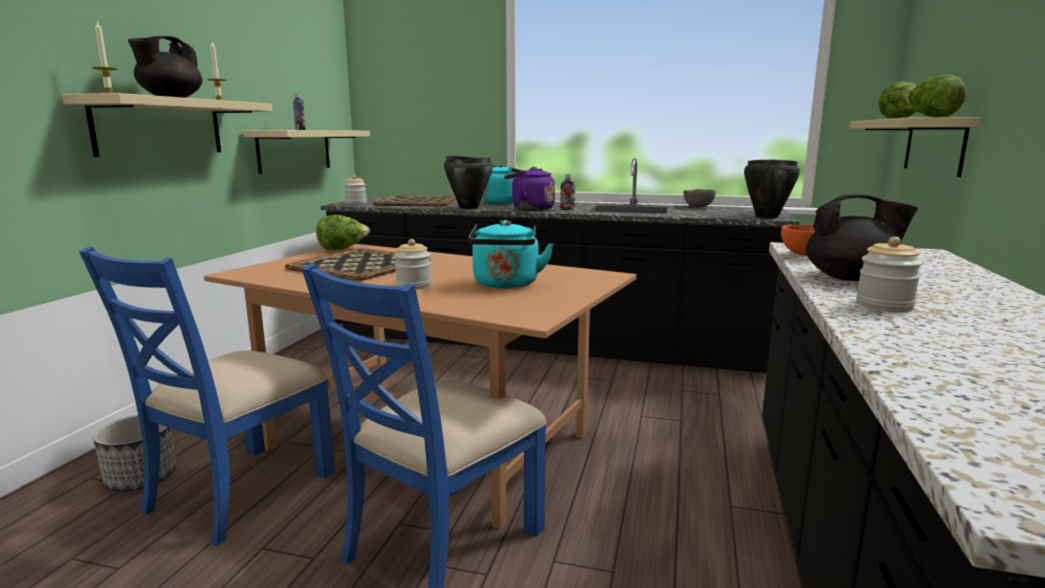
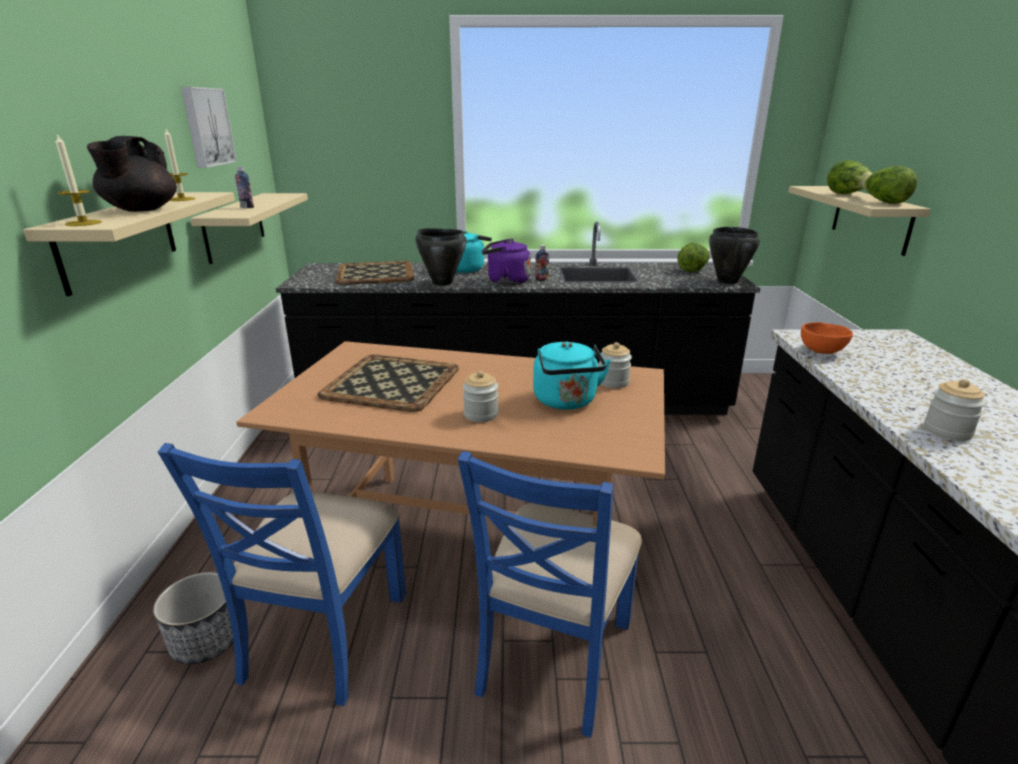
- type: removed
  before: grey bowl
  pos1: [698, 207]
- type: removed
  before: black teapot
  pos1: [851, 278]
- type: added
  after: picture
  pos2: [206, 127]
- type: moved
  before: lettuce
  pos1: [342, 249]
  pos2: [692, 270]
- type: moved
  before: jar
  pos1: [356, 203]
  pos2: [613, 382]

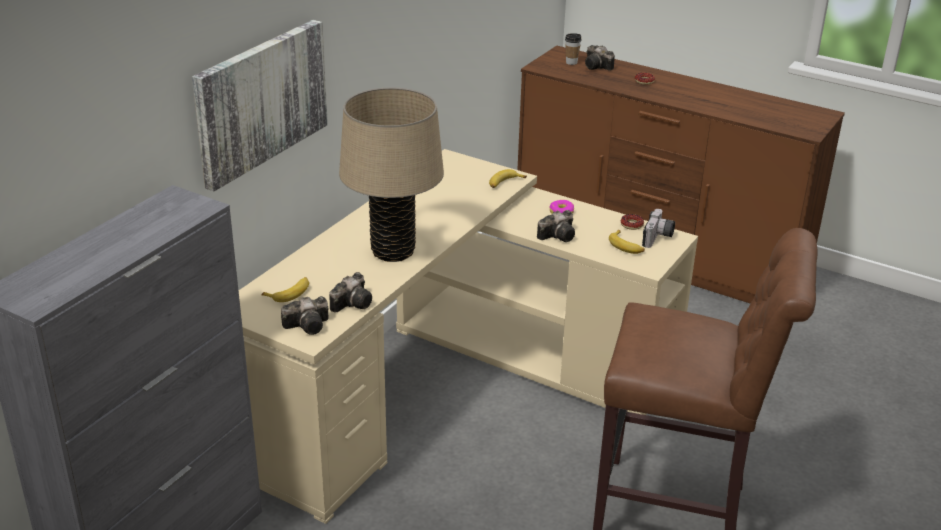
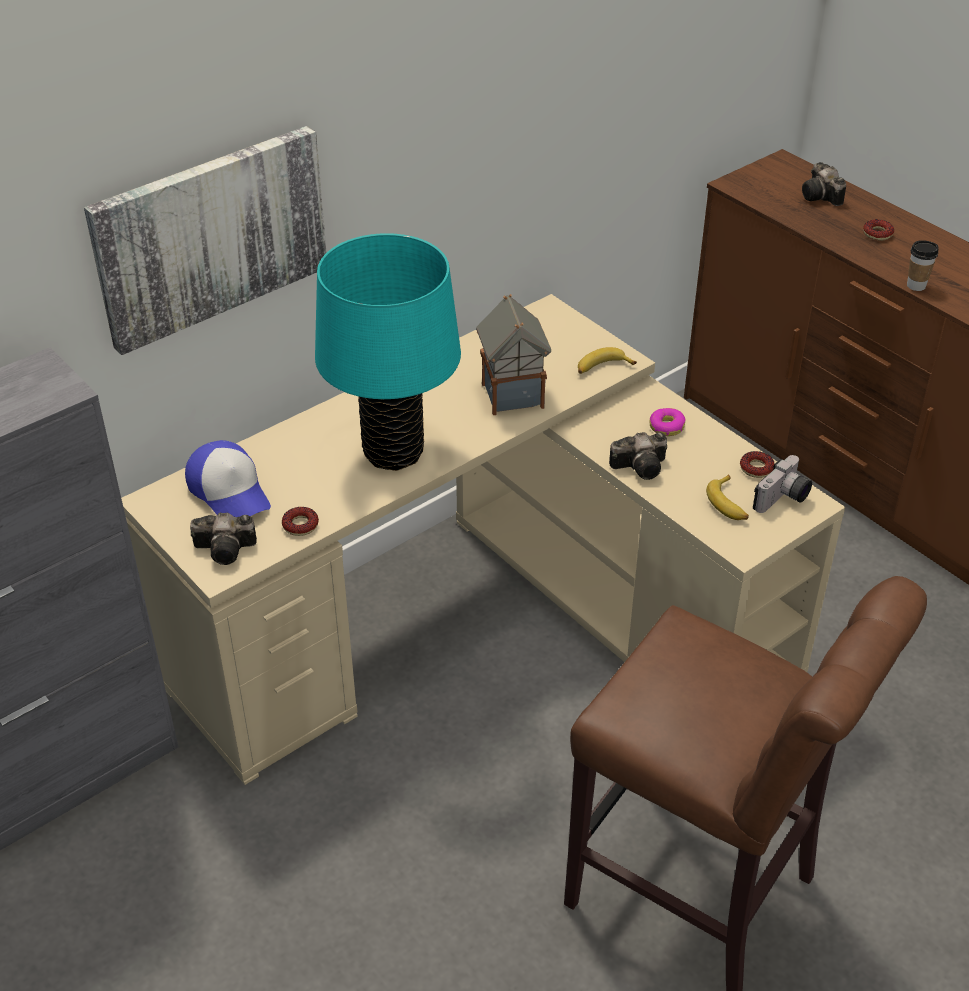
- type: added
  after: toy house
  pos2: [512, 394]
- type: moved
  before: cup
  pos1: [571, 62]
  pos2: [916, 286]
- type: replaced
  before: banana
  after: cap
  pos1: [289, 293]
  pos2: [230, 492]
- type: replaced
  before: photo camera
  after: donut
  pos1: [353, 303]
  pos2: [300, 525]
- type: recoloured
  before: beige table lamp
  after: turquoise table lamp
  pos1: [393, 252]
  pos2: [393, 453]

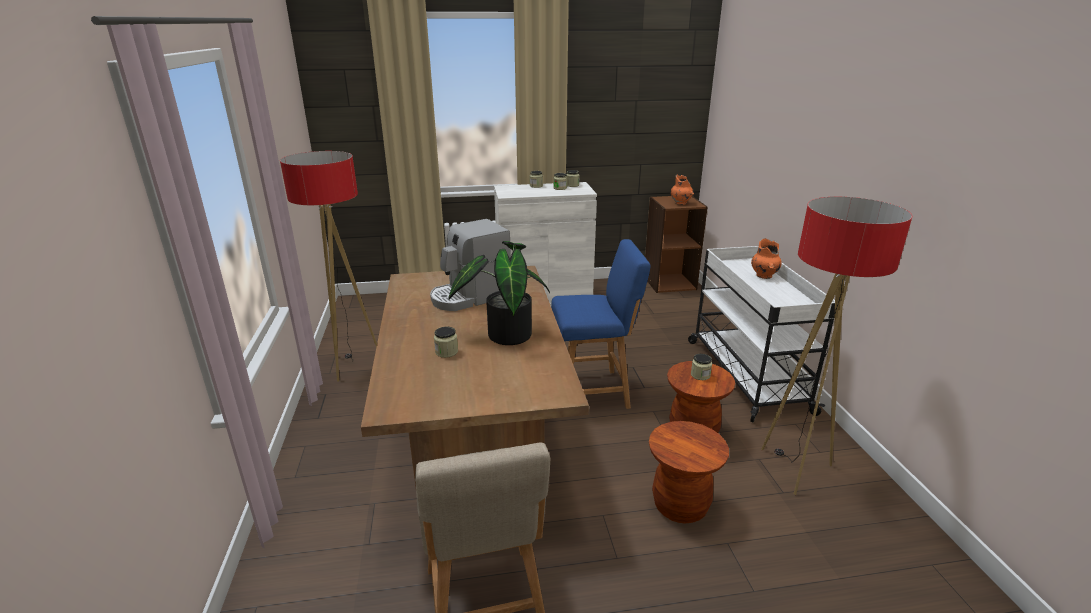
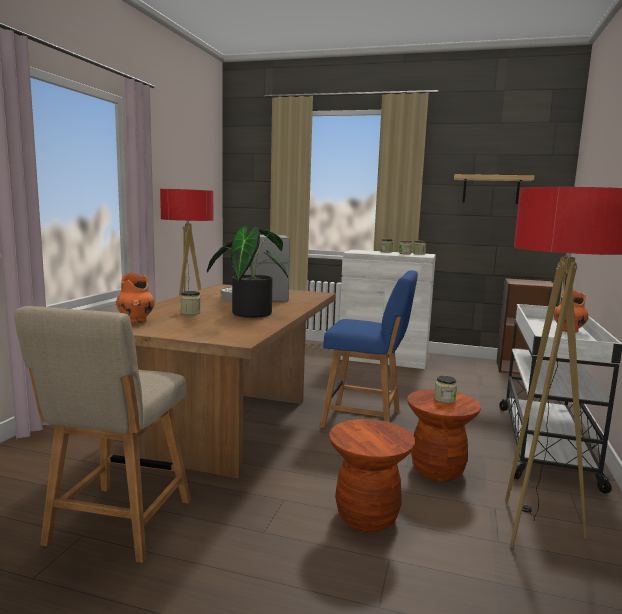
- type: added
  after: shelf
  pos2: [490, 189]
- type: moved
  before: orange vase
  pos1: [681, 203]
  pos2: [136, 321]

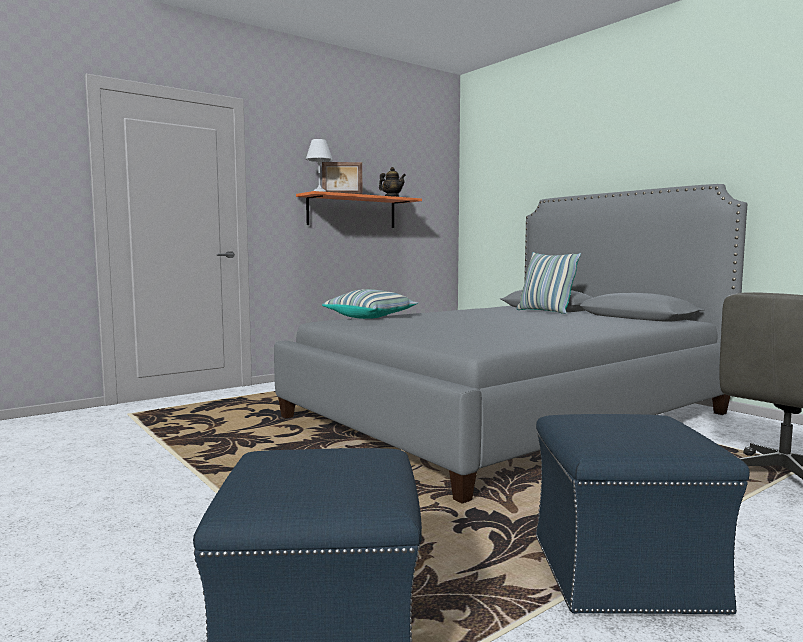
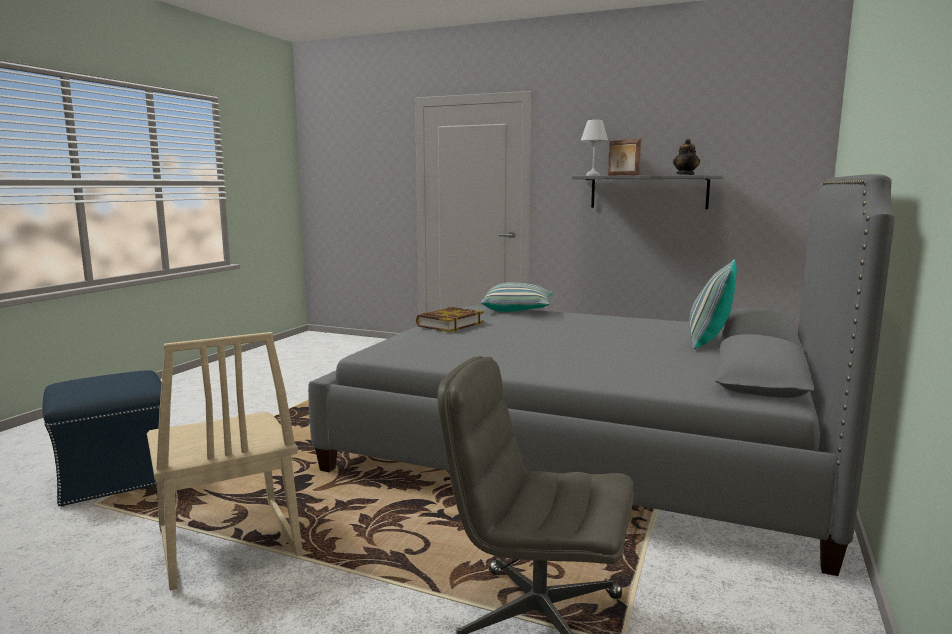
- type: added
  after: book
  pos2: [450, 324]
- type: replaced
  before: blue ottoman
  after: beige chair
  pos1: [624, 573]
  pos2: [226, 544]
- type: recoloured
  before: orange shelf
  after: grey shelf
  pos1: [352, 212]
  pos2: [648, 192]

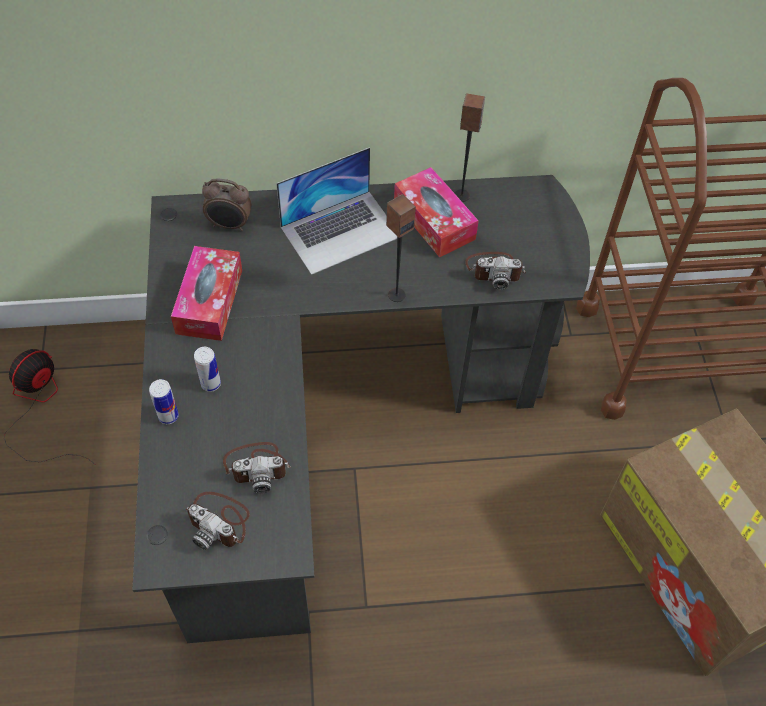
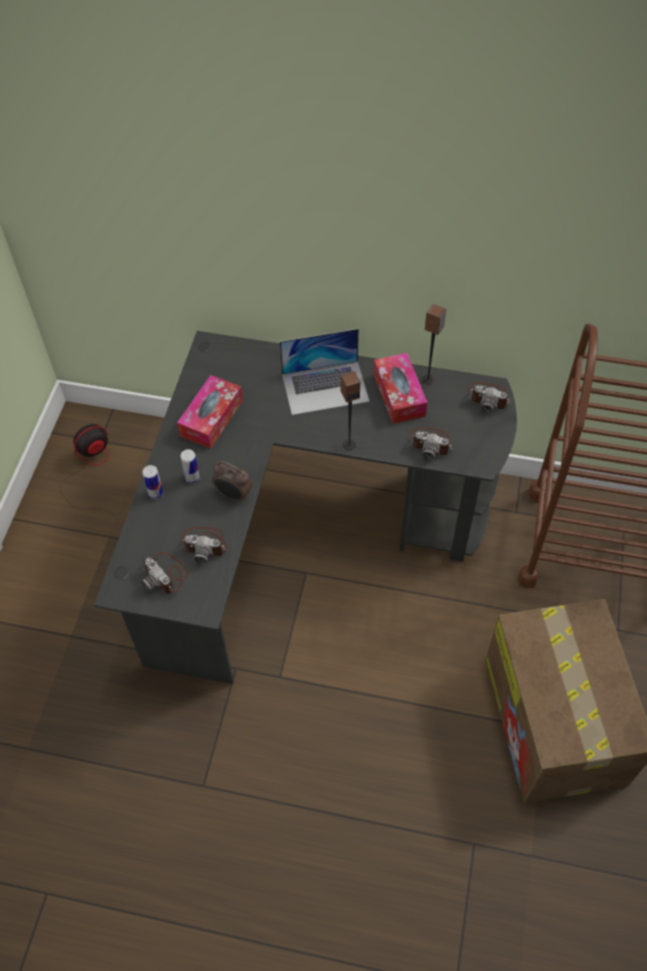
- type: added
  after: photo camera
  pos2: [489, 397]
- type: moved
  before: alarm clock
  pos1: [230, 225]
  pos2: [233, 495]

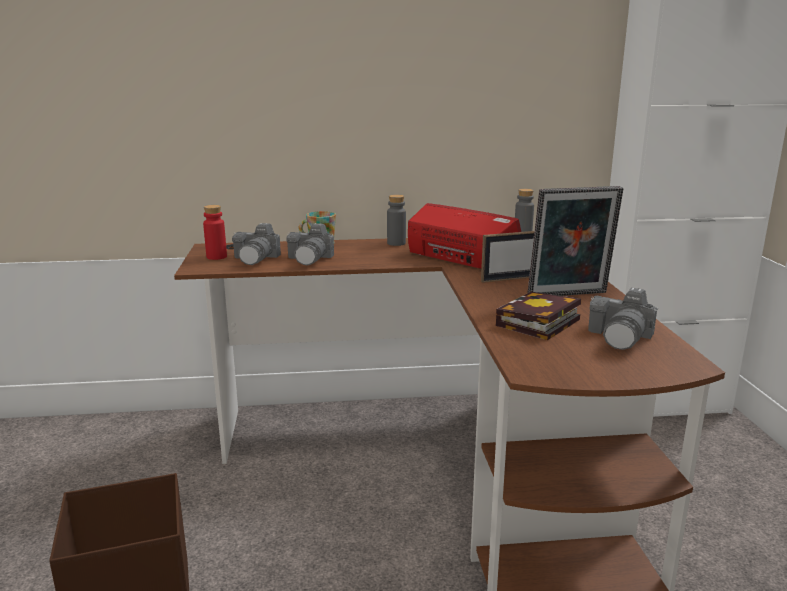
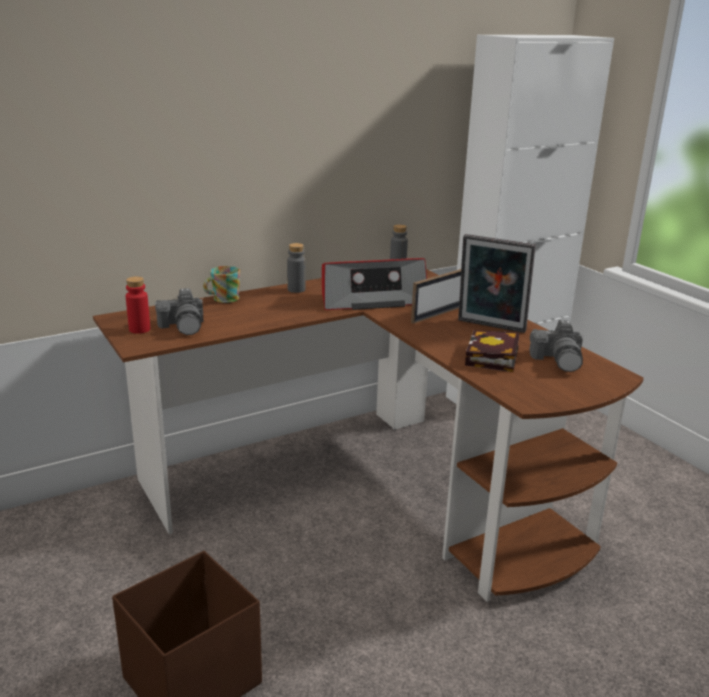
- type: removed
  before: photo camera
  pos1: [311, 259]
- type: turned
  before: radio
  pos1: [463, 258]
  pos2: [371, 299]
  turn: 150
- type: turned
  before: picture frame
  pos1: [569, 295]
  pos2: [490, 327]
  turn: 60

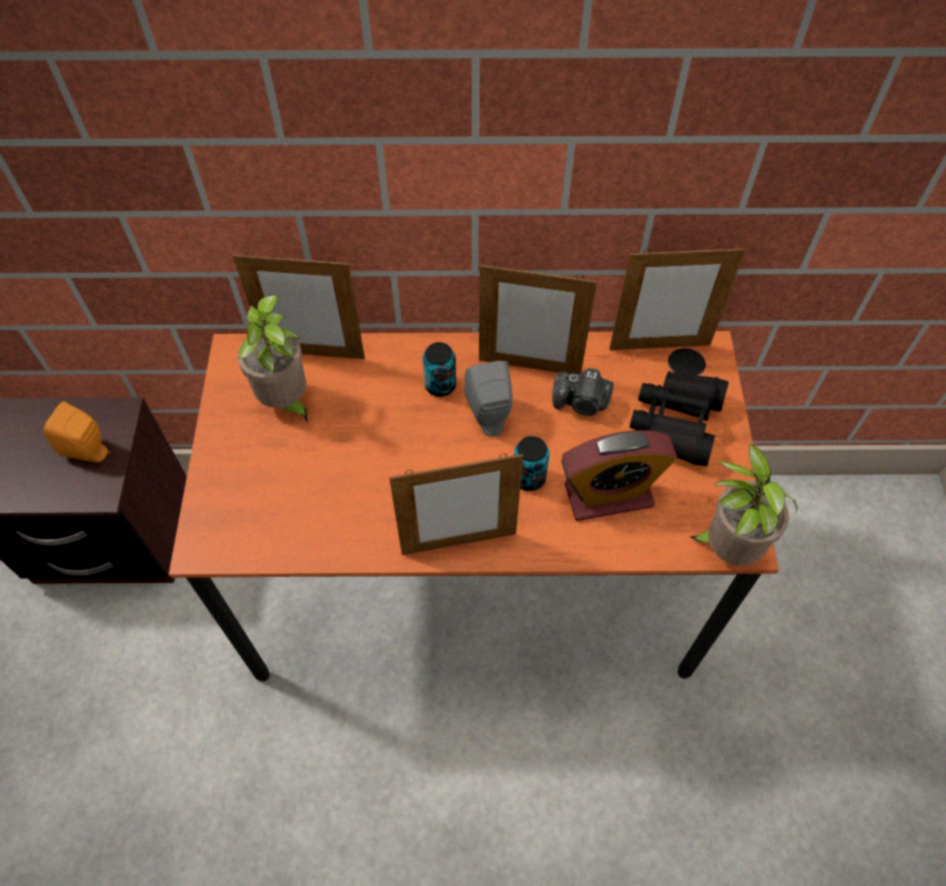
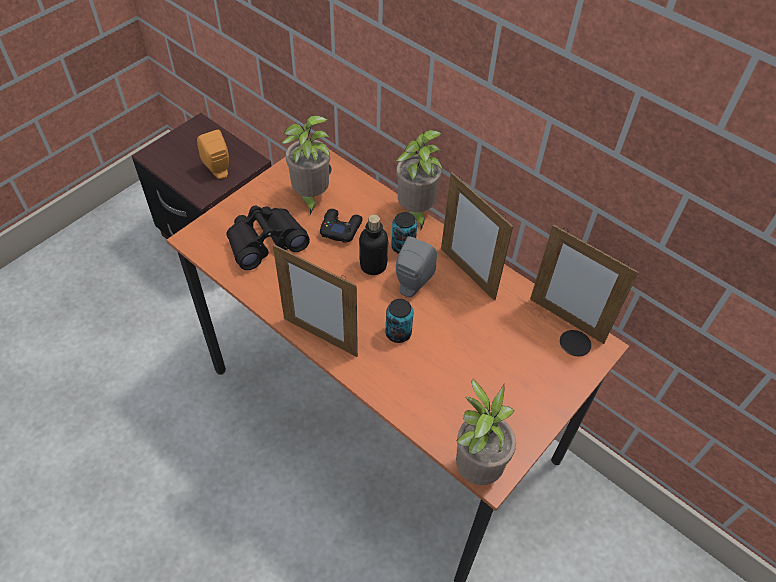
- type: removed
  before: picture frame
  pos1: [314, 354]
- type: removed
  before: photo camera
  pos1: [581, 403]
- type: removed
  before: alarm clock
  pos1: [608, 495]
- type: added
  after: black game controller
  pos2: [340, 228]
- type: added
  after: bottle
  pos2: [373, 265]
- type: added
  after: potted plant
  pos2: [415, 212]
- type: moved
  before: black binoculars
  pos1: [677, 422]
  pos2: [266, 242]

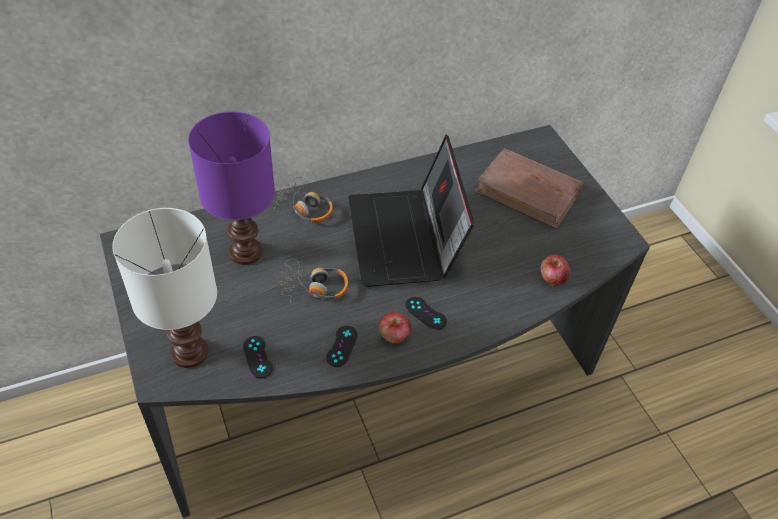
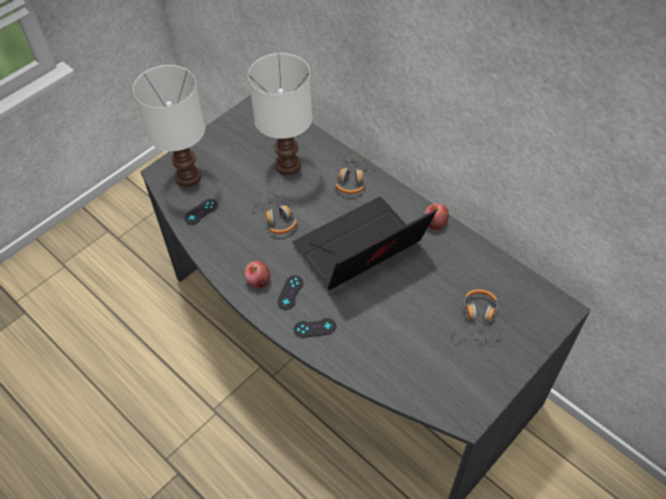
- type: moved
  before: black game controller
  pos1: [342, 346]
  pos2: [315, 328]
- type: moved
  before: apple
  pos1: [552, 278]
  pos2: [435, 223]
- type: replaced
  before: brown book
  after: headphones
  pos1: [528, 192]
  pos2: [477, 319]
- type: recoloured
  before: purple table lamp
  after: white table lamp
  pos1: [247, 251]
  pos2: [289, 165]

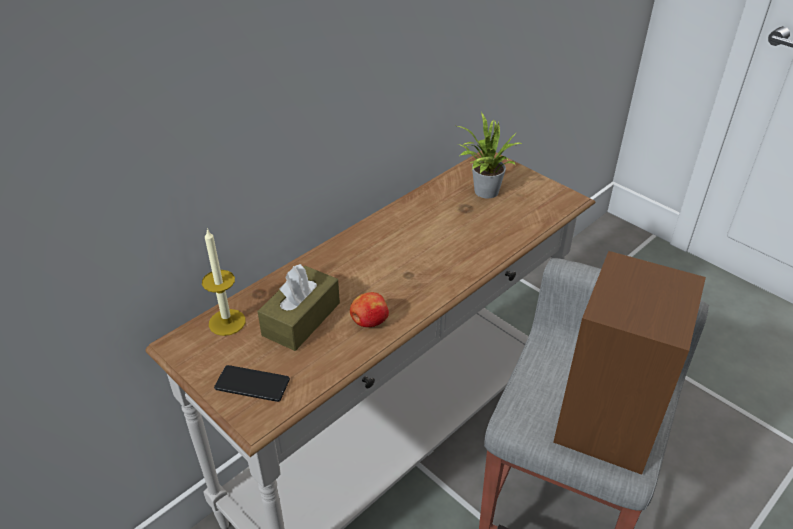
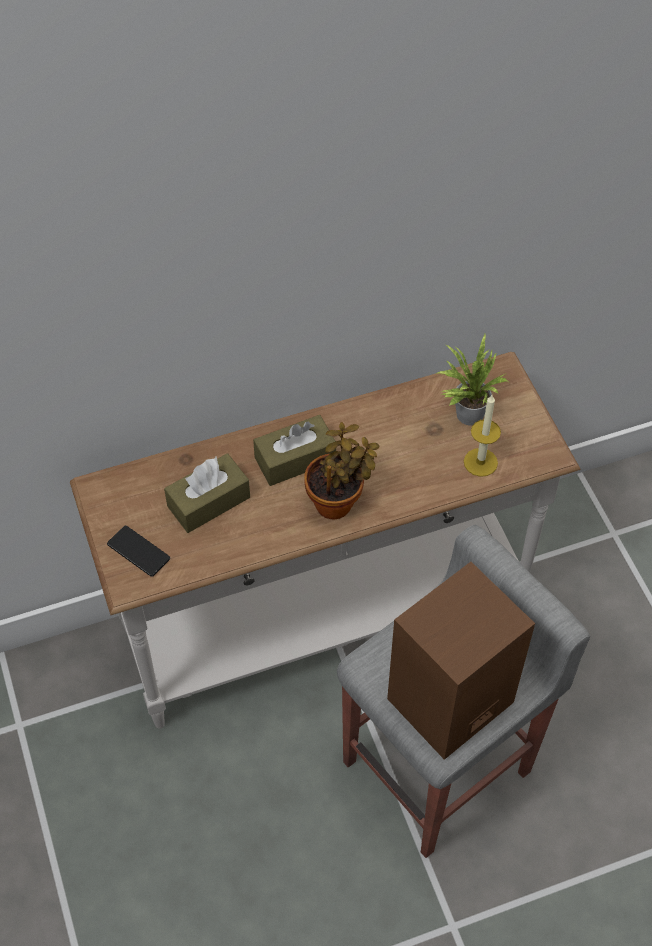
- type: removed
  before: apple
  pos1: [369, 322]
- type: added
  after: brown tissue box
  pos2: [295, 459]
- type: added
  after: potted plant
  pos2: [337, 502]
- type: moved
  before: candle
  pos1: [227, 322]
  pos2: [480, 462]

